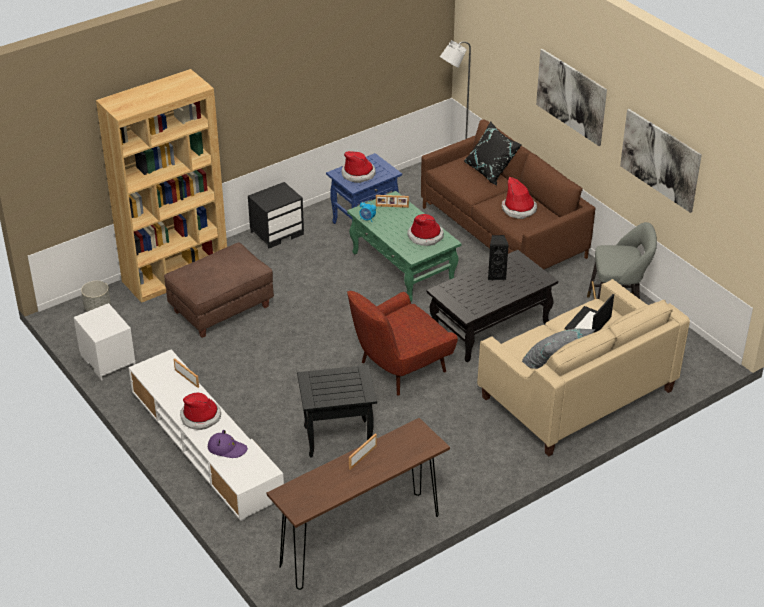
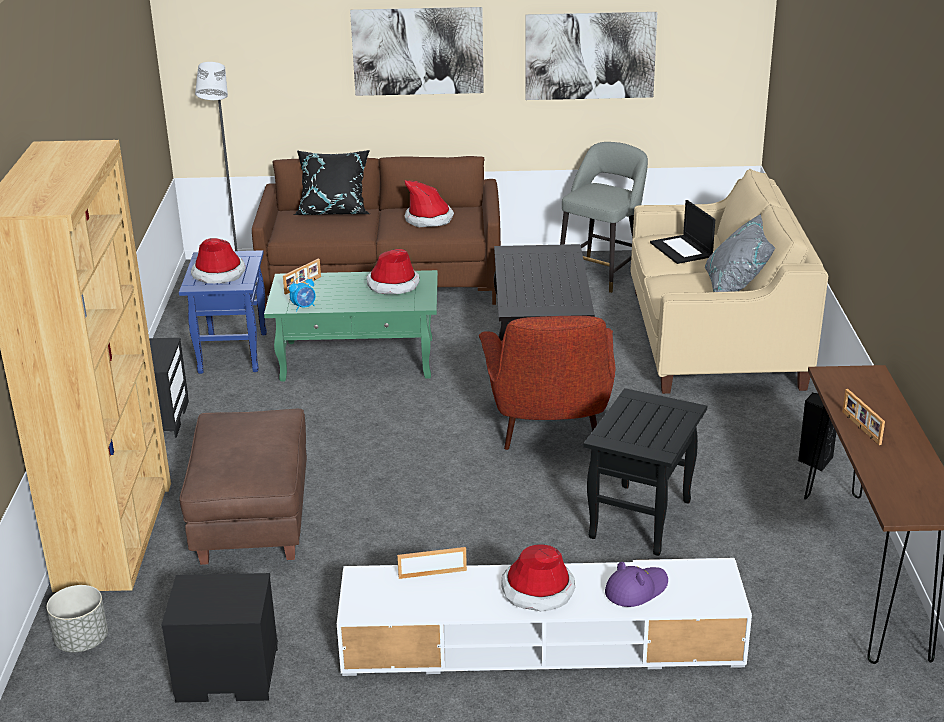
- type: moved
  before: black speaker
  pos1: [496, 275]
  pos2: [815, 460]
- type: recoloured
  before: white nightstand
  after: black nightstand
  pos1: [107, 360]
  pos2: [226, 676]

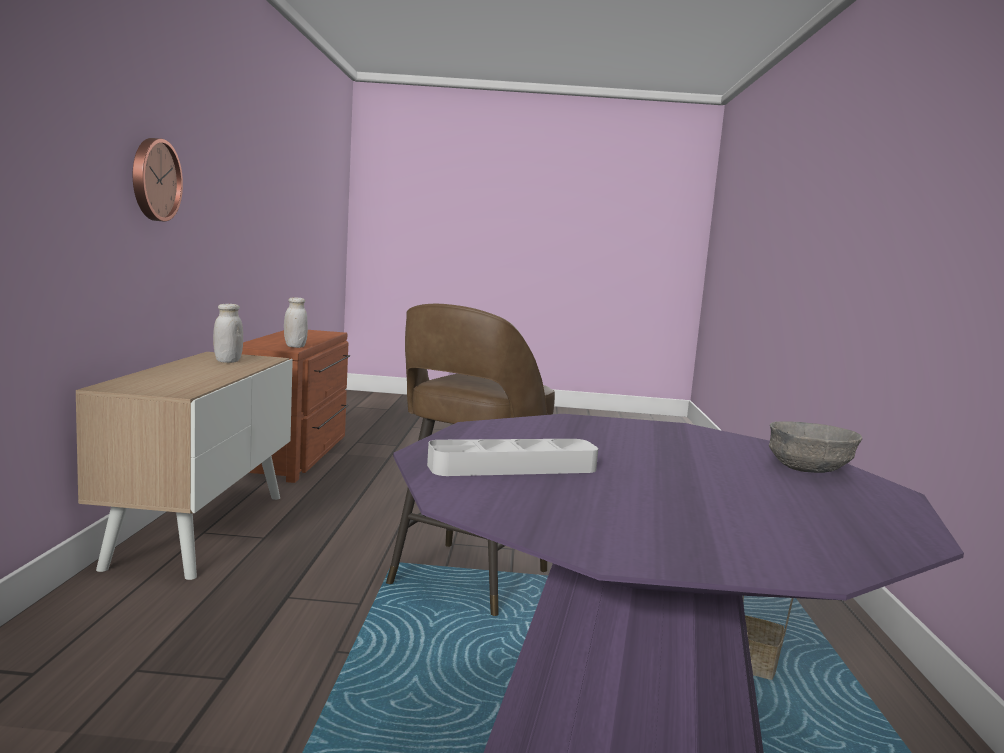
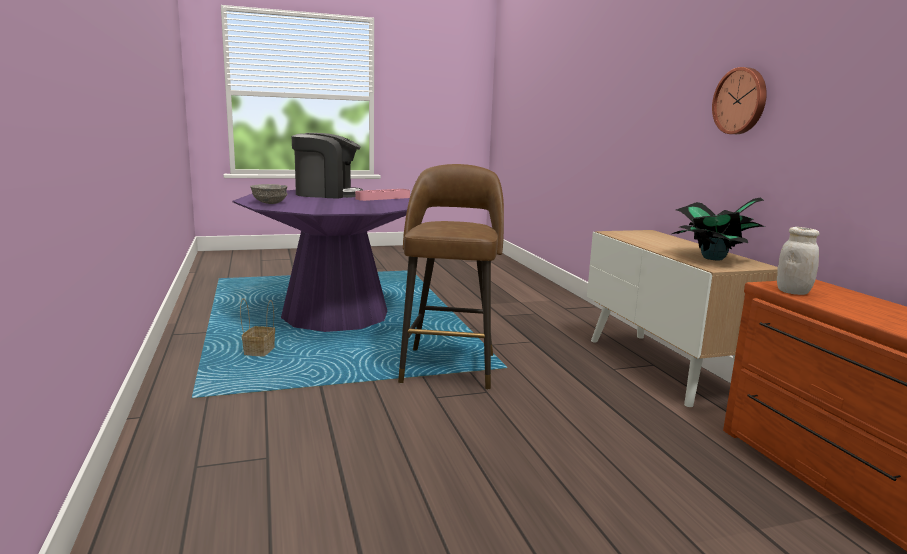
- type: added
  after: coffee machine
  pos2: [327, 194]
- type: replaced
  before: white jar
  after: potted plant
  pos1: [228, 361]
  pos2: [713, 258]
- type: recoloured
  before: grey tray
  after: pink tray
  pos1: [513, 467]
  pos2: [383, 198]

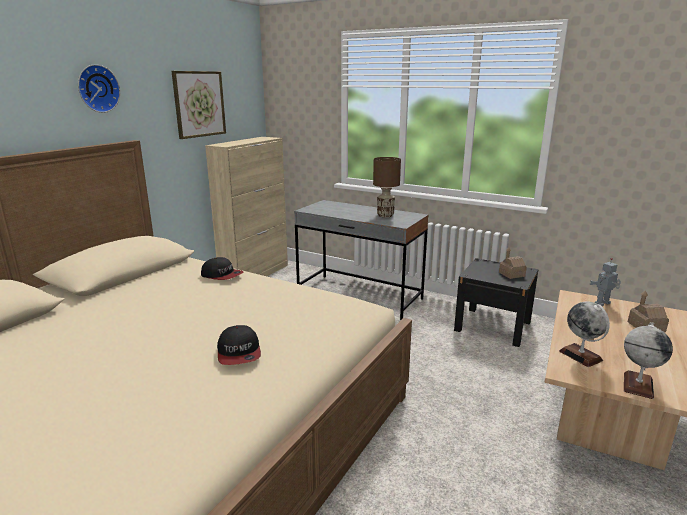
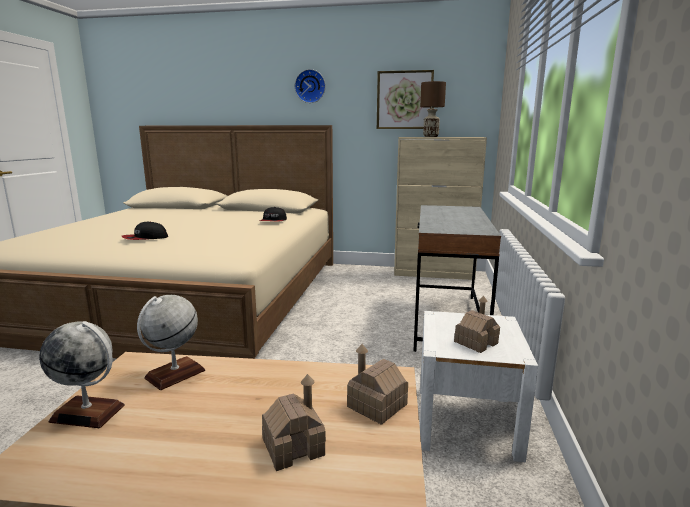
- type: moved
  before: brown table lamp
  pos1: [385, 215]
  pos2: [430, 136]
- type: replaced
  before: toy robot
  after: toy house
  pos1: [603, 304]
  pos2: [376, 405]
- type: recoloured
  before: black nightstand
  after: white nightstand
  pos1: [492, 326]
  pos2: [466, 421]

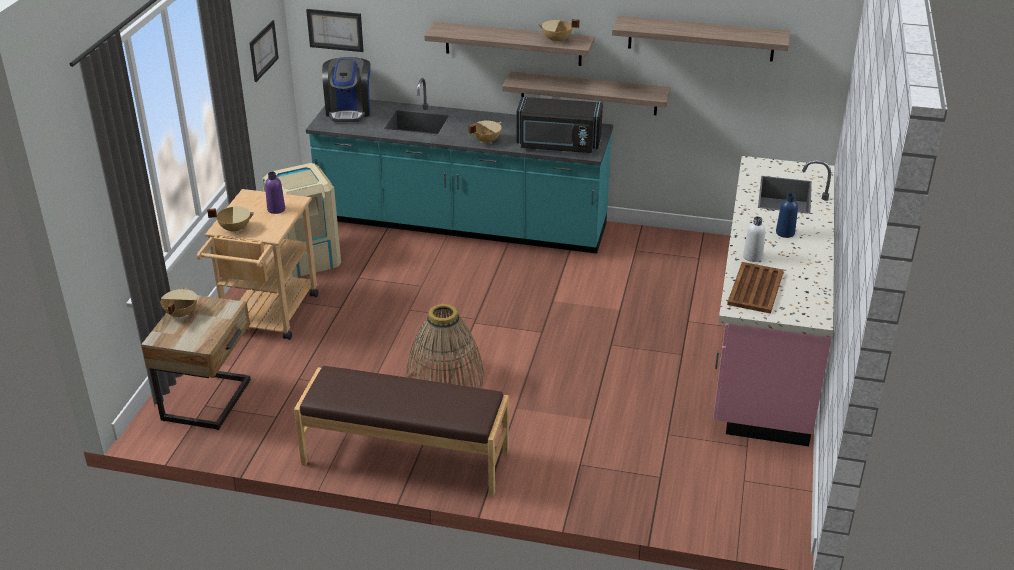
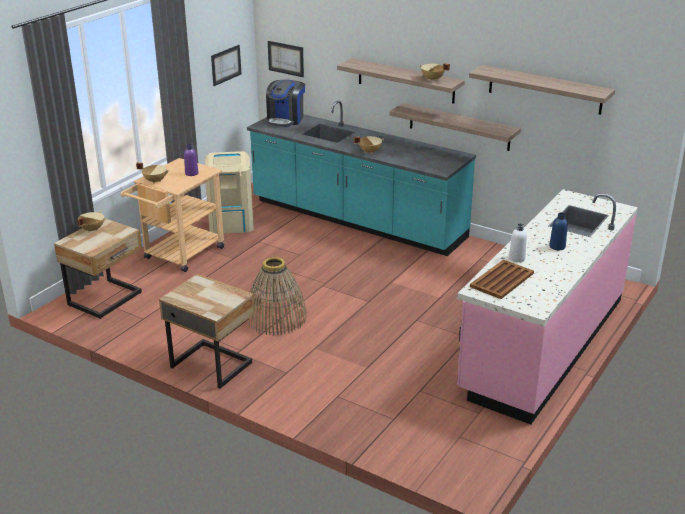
- type: removed
  before: black microwave
  pos1: [558, 145]
- type: replaced
  before: brown bench
  after: beige nightstand
  pos1: [405, 458]
  pos2: [212, 364]

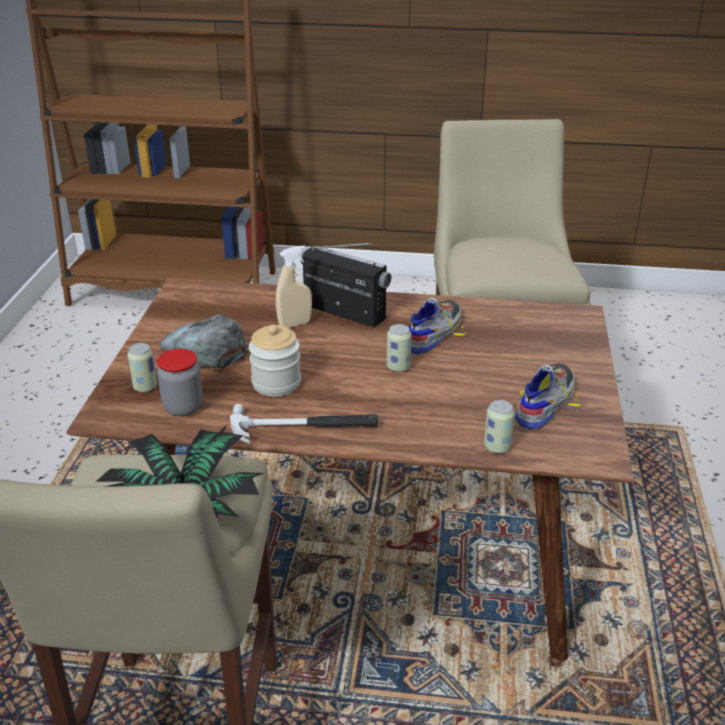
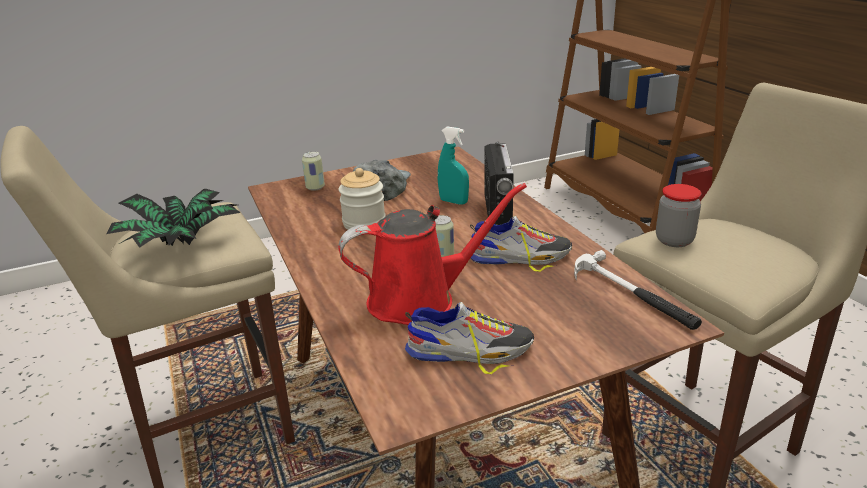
- type: removed
  before: can
  pos1: [497, 447]
- type: added
  after: red watering can
  pos2: [420, 299]
- type: moved
  before: jar
  pos1: [183, 407]
  pos2: [674, 240]
- type: moved
  before: hammer
  pos1: [304, 427]
  pos2: [632, 294]
- type: recoloured
  before: beige spray bottle
  after: turquoise spray bottle
  pos1: [295, 324]
  pos2: [453, 202]

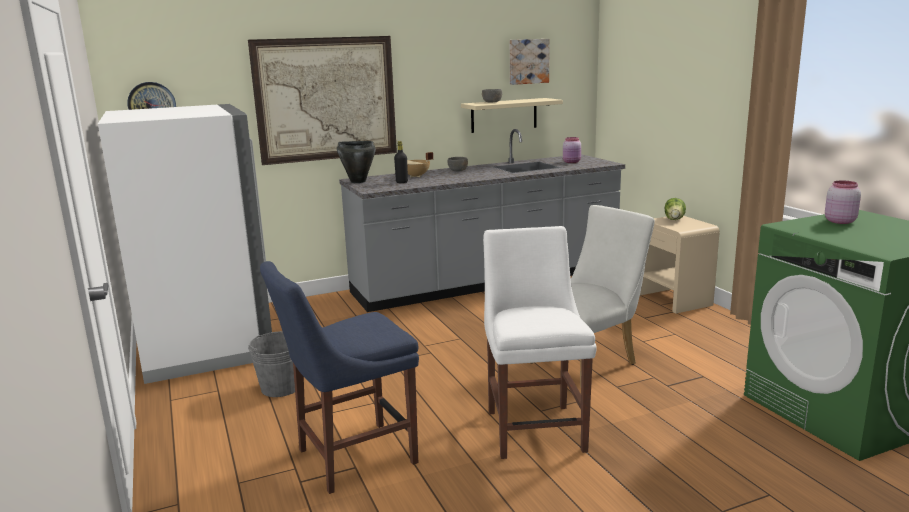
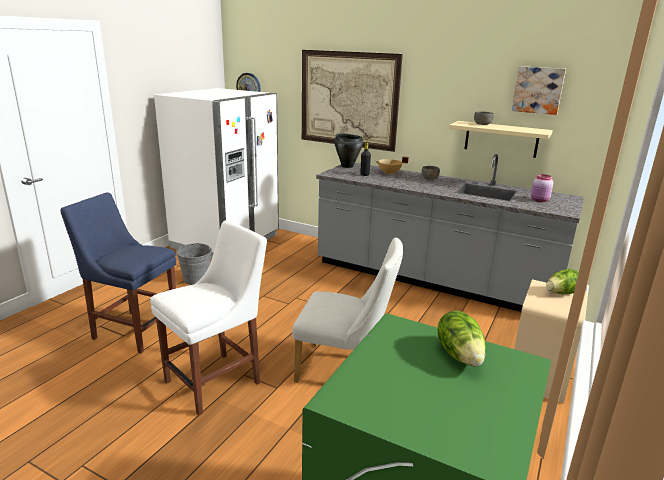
- type: replaced
  before: pink jar
  after: lettuce
  pos1: [839, 221]
  pos2: [460, 354]

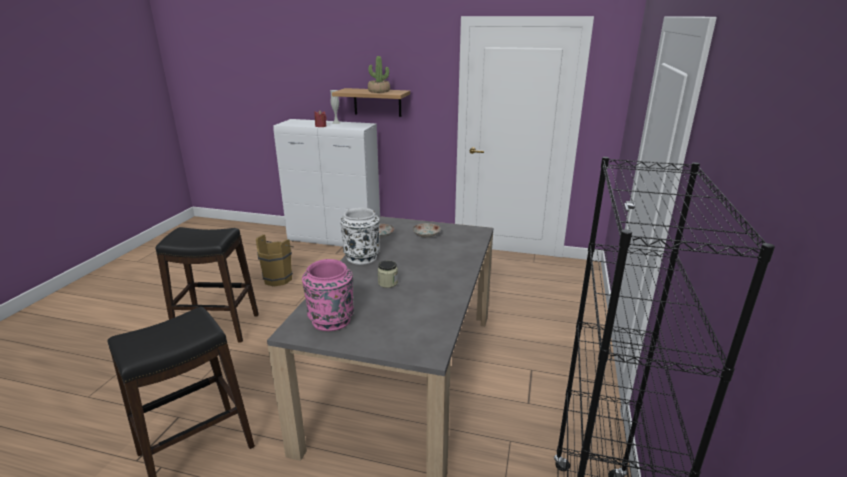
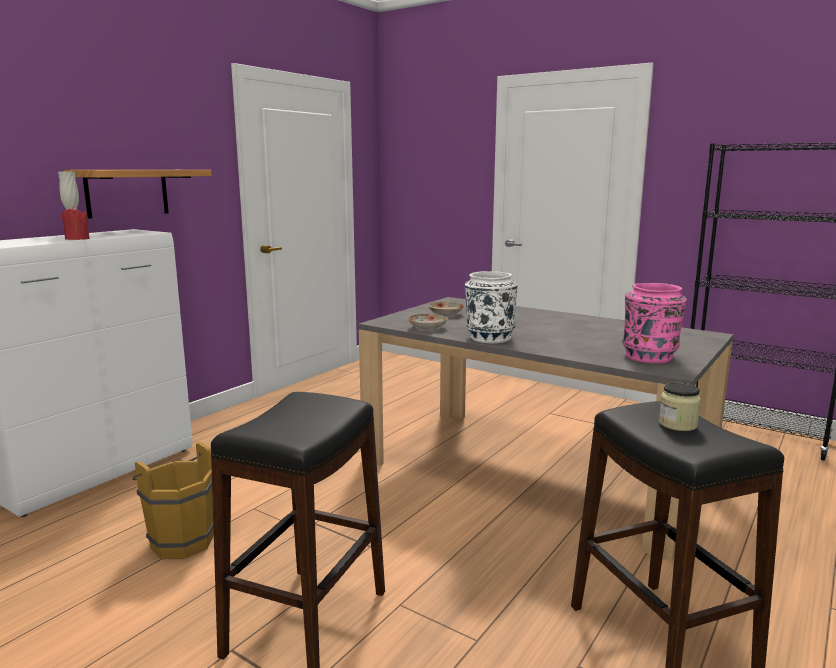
- type: removed
  before: potted plant
  pos1: [379, 91]
- type: moved
  before: jar
  pos1: [388, 283]
  pos2: [677, 424]

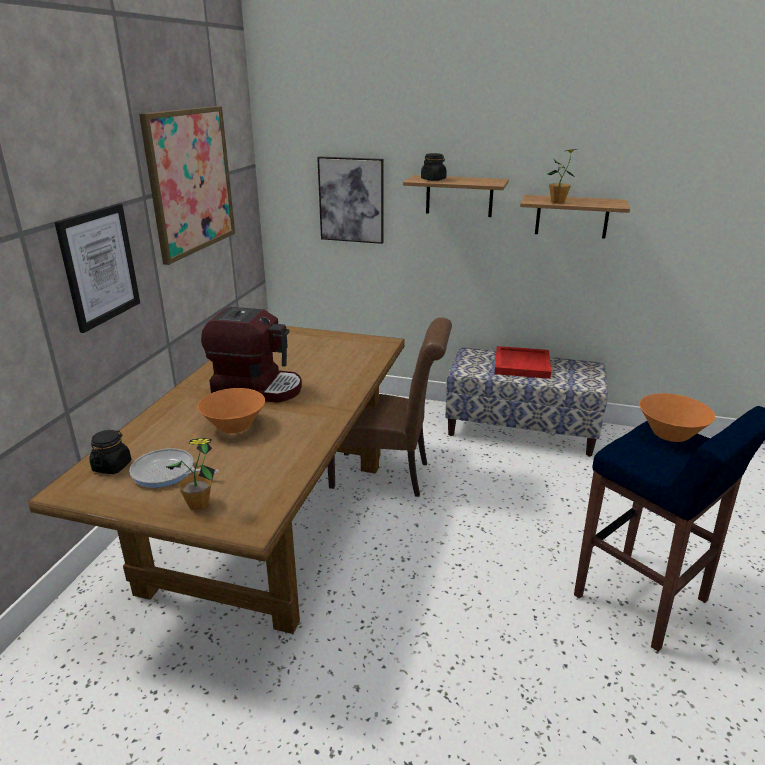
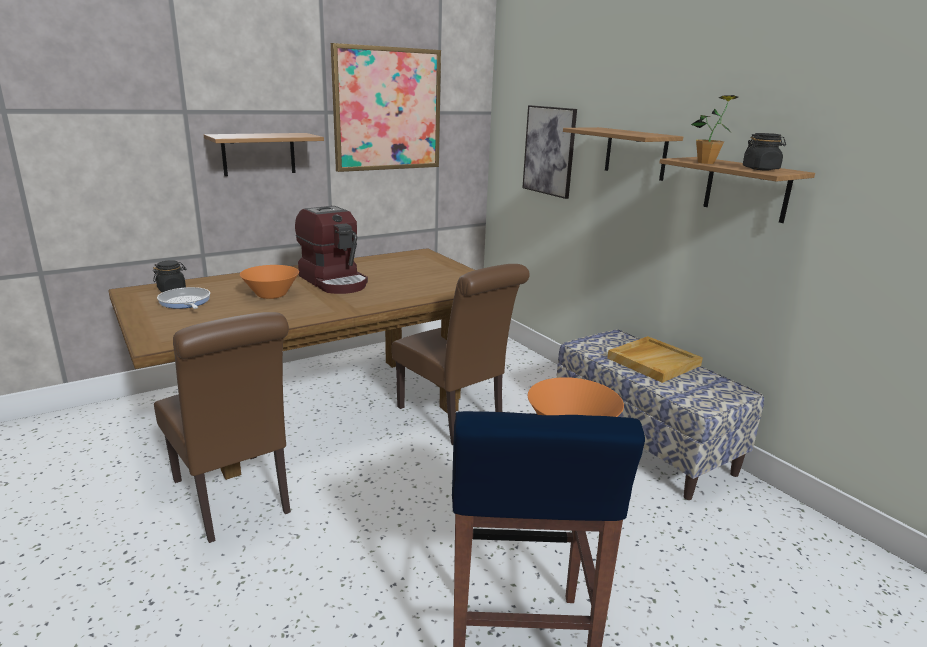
- type: removed
  before: potted plant
  pos1: [198, 504]
- type: added
  after: brown chair
  pos2: [235, 500]
- type: moved
  before: black jar
  pos1: [433, 179]
  pos2: [760, 169]
- type: replaced
  before: picture
  after: shelf
  pos1: [99, 266]
  pos2: [259, 154]
- type: recoloured
  before: red tray
  after: beige tray
  pos1: [521, 364]
  pos2: [653, 361]

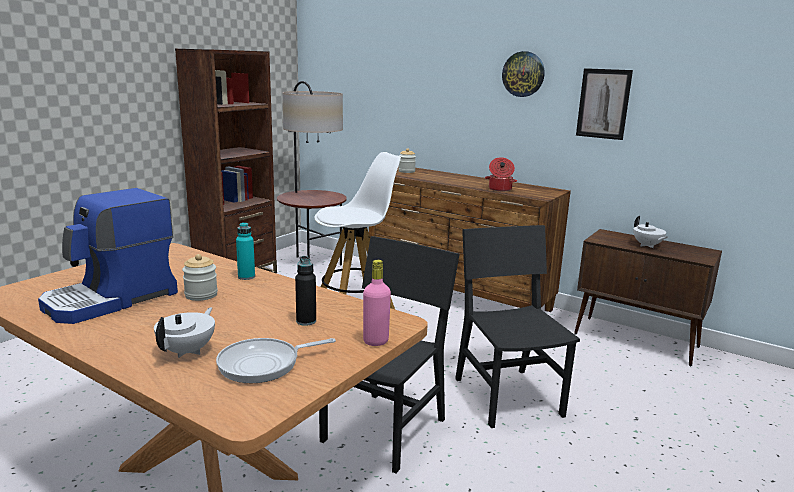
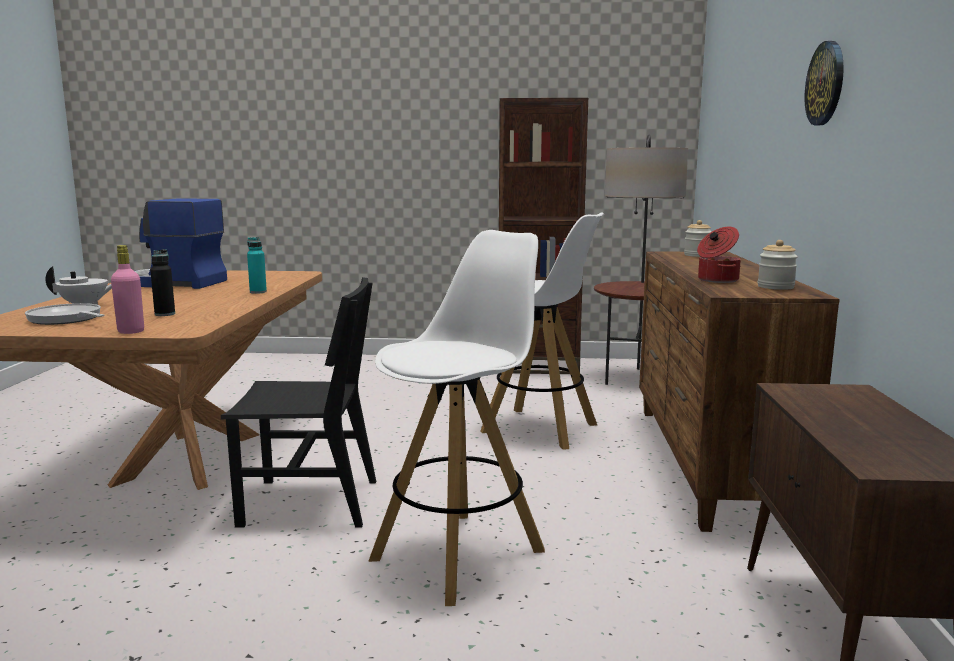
- type: removed
  before: picture
  pos1: [603, 104]
- type: removed
  before: white teapot
  pos1: [647, 246]
- type: moved
  before: jar
  pos1: [201, 295]
  pos2: [775, 287]
- type: replaced
  before: black chair
  after: white stool
  pos1: [508, 396]
  pos2: [460, 554]

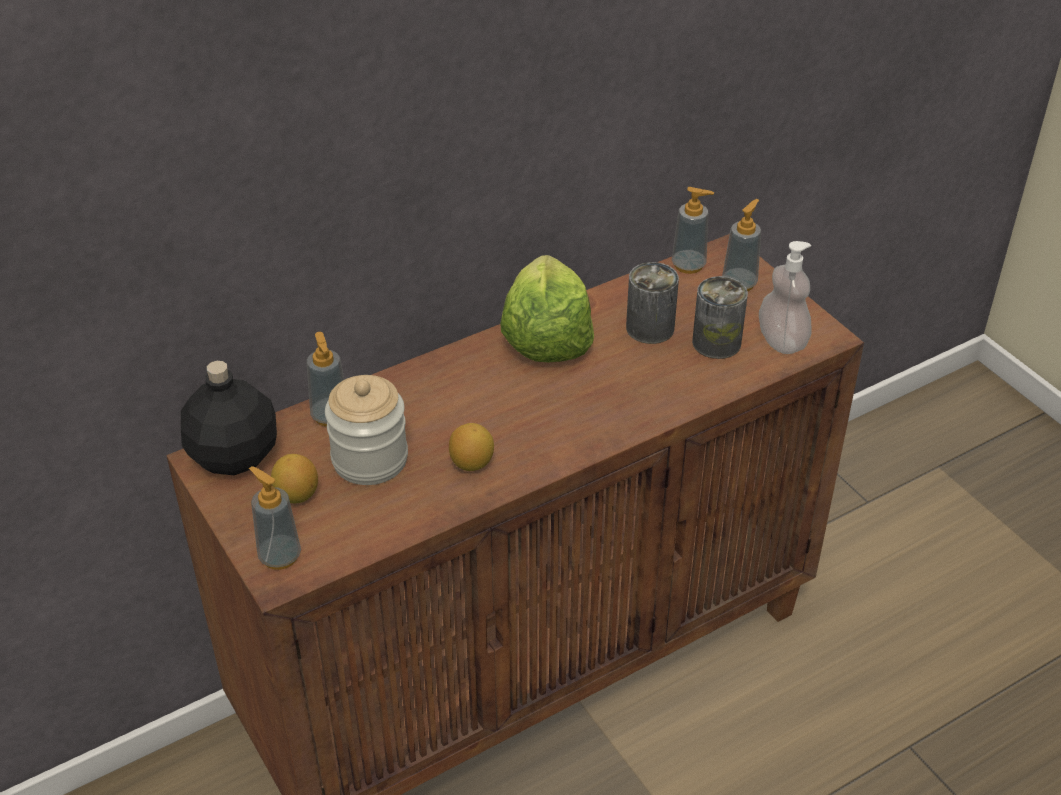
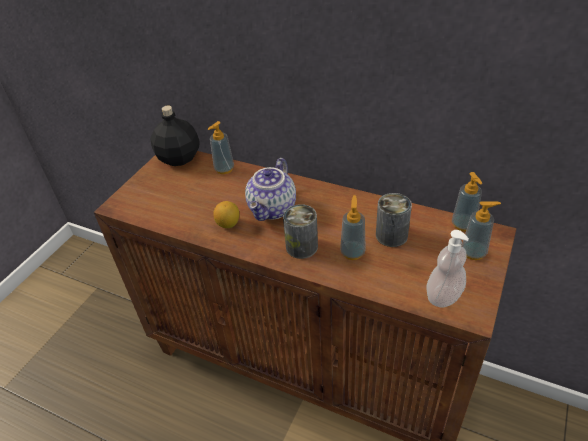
- type: removed
  before: lemon
  pos1: [296, 495]
- type: removed
  before: jar
  pos1: [370, 459]
- type: removed
  before: lettuce
  pos1: [545, 337]
- type: added
  after: teapot
  pos2: [273, 209]
- type: moved
  before: soap dispenser
  pos1: [280, 556]
  pos2: [352, 252]
- type: moved
  before: can
  pos1: [716, 342]
  pos2: [301, 247]

